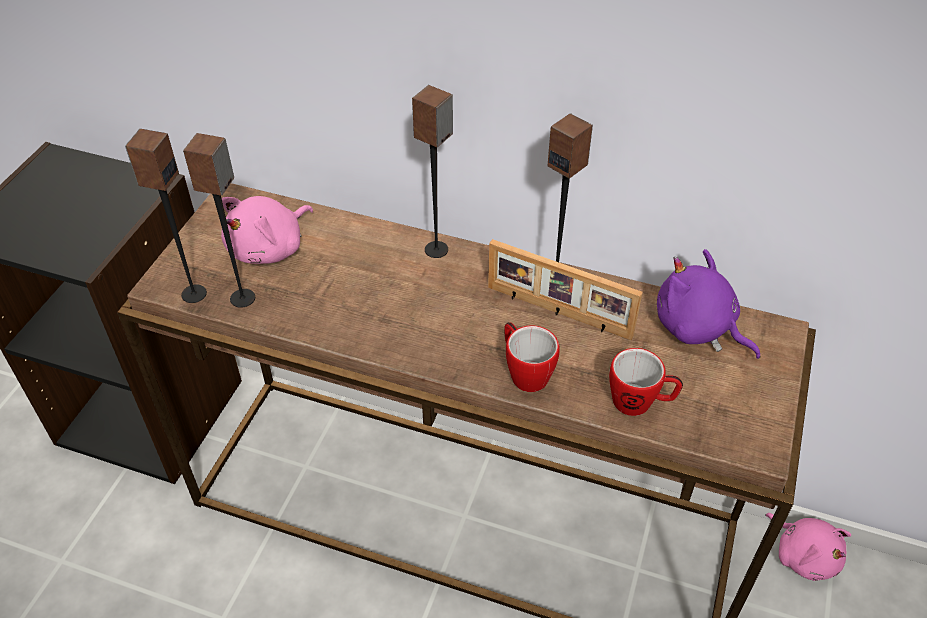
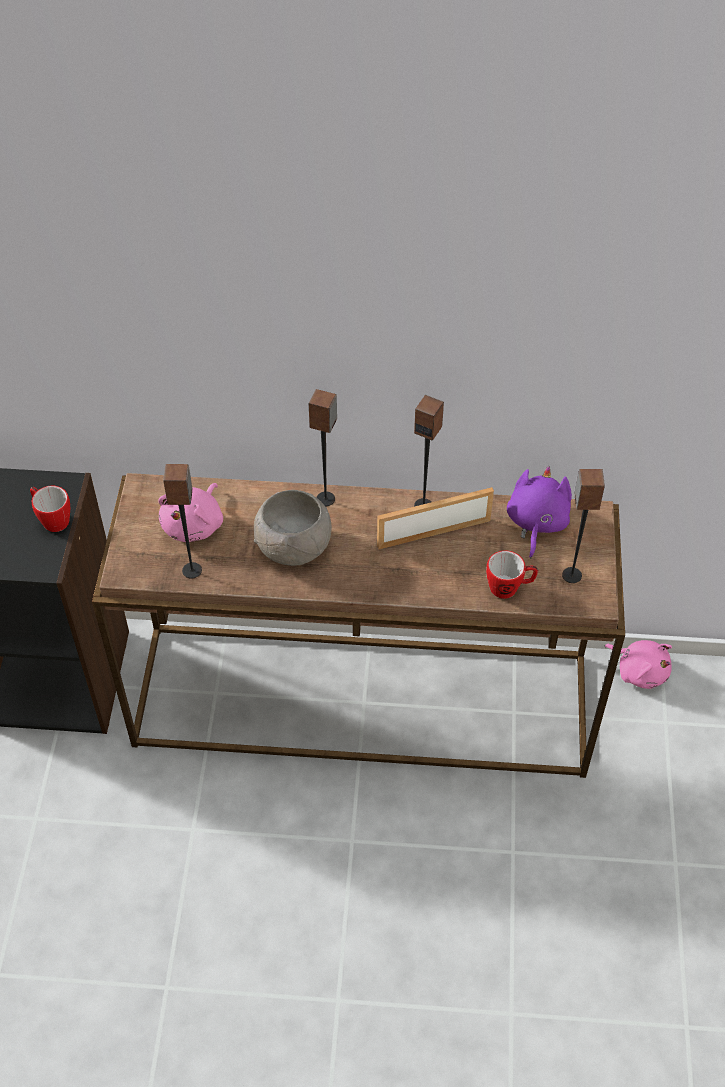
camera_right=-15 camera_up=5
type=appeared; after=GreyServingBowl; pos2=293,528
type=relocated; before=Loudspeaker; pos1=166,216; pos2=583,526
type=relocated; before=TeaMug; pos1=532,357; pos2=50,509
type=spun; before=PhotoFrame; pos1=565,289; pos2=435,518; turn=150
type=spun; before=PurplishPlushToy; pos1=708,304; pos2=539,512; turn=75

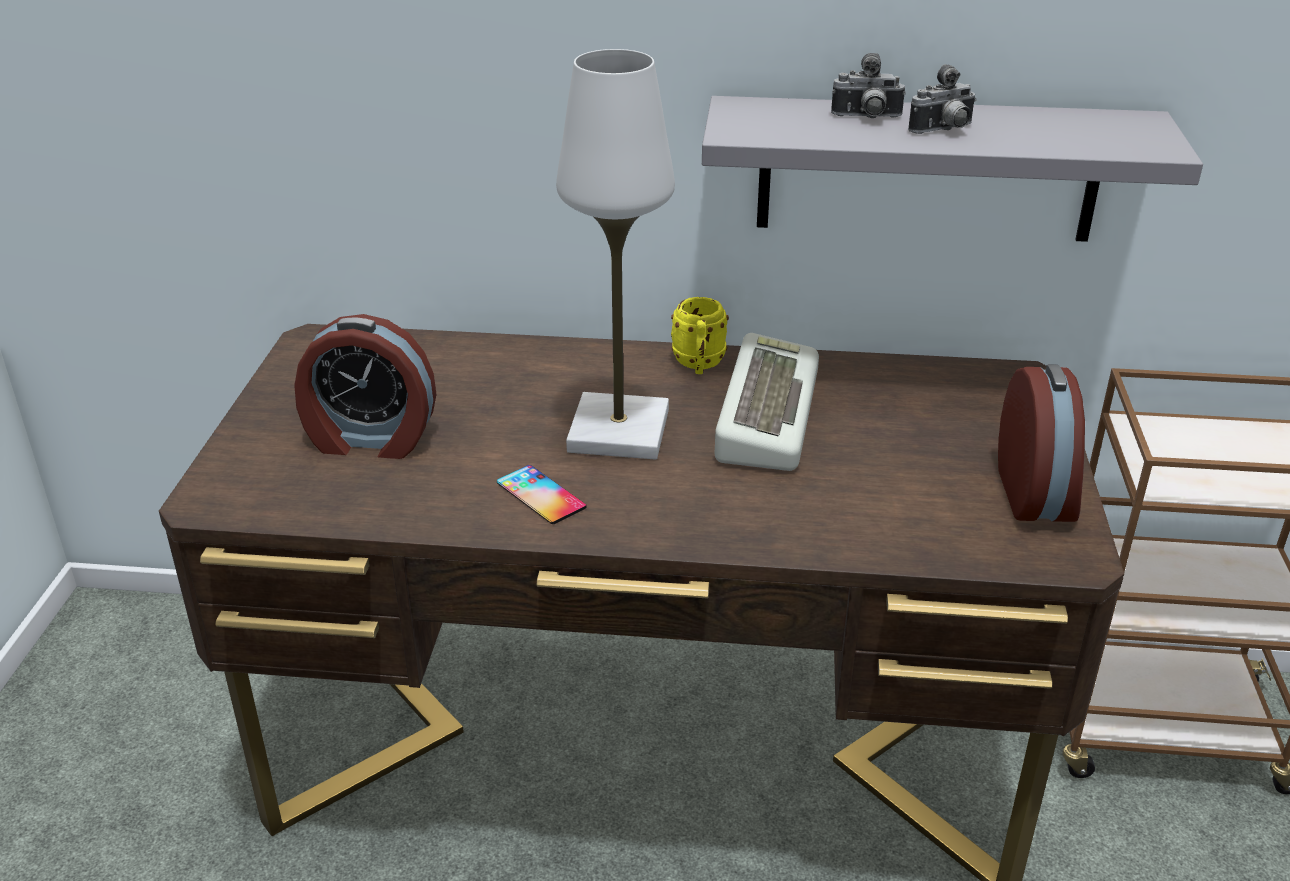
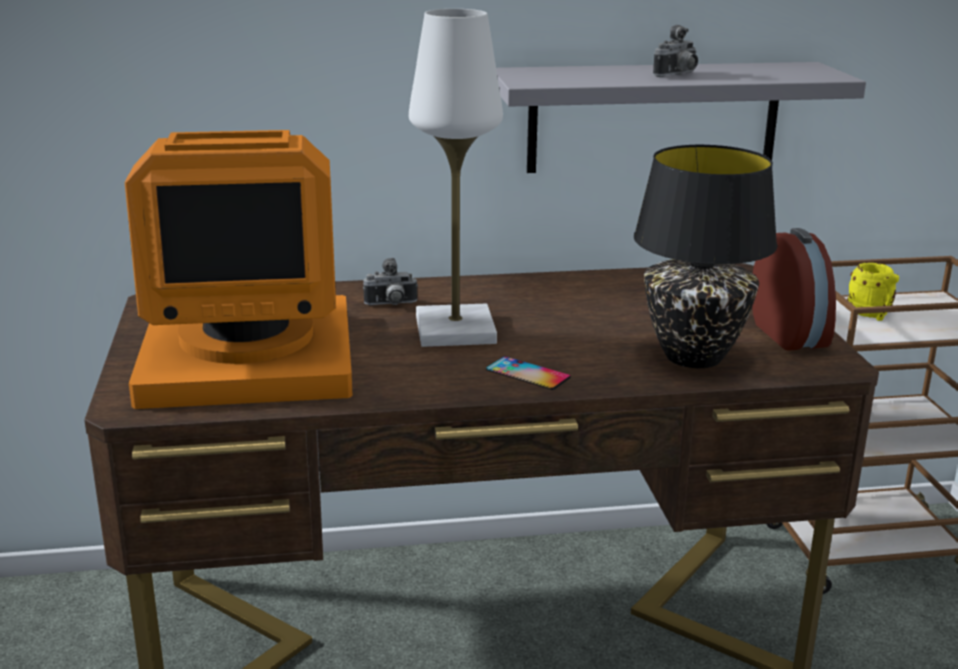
camera_right=-15 camera_up=-10
type=missing; before=ComputerKeyboard; pos1=767,402
type=appeared; after=BlackColouredTableLamp; pos2=706,256
type=relocated; before=Telephone; pos1=542,494; pos2=528,373
type=relocated; before=YellowColouredTeaMug; pos1=700,335; pos2=873,292
type=relocated; before=PhotoCamera; pos1=868,85; pos2=390,281
type=exchanged; before=BedsideClock; after=ComputerScreen; pos1=365,386; pos2=239,269

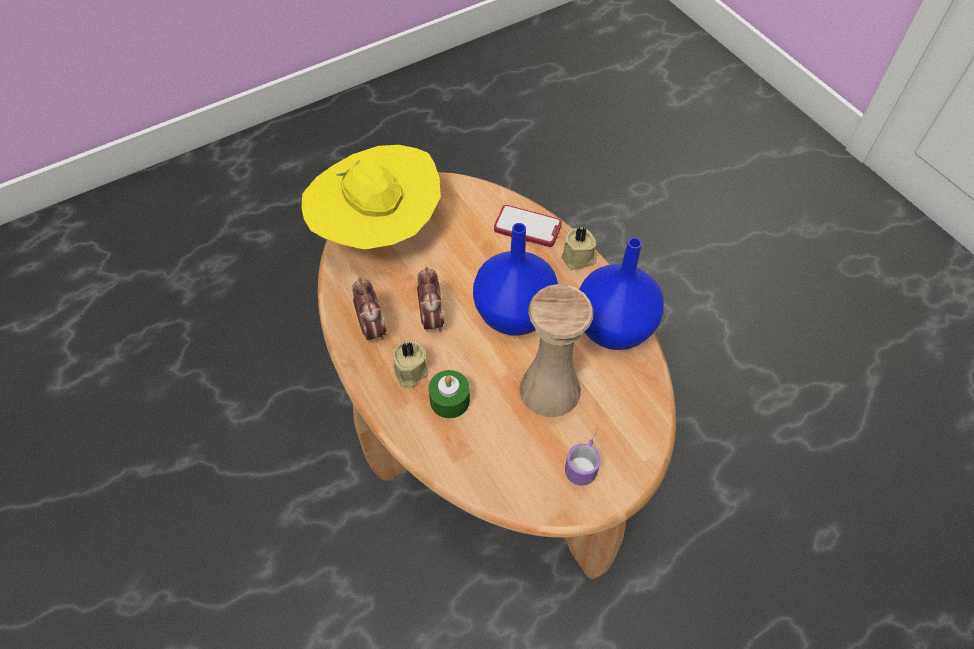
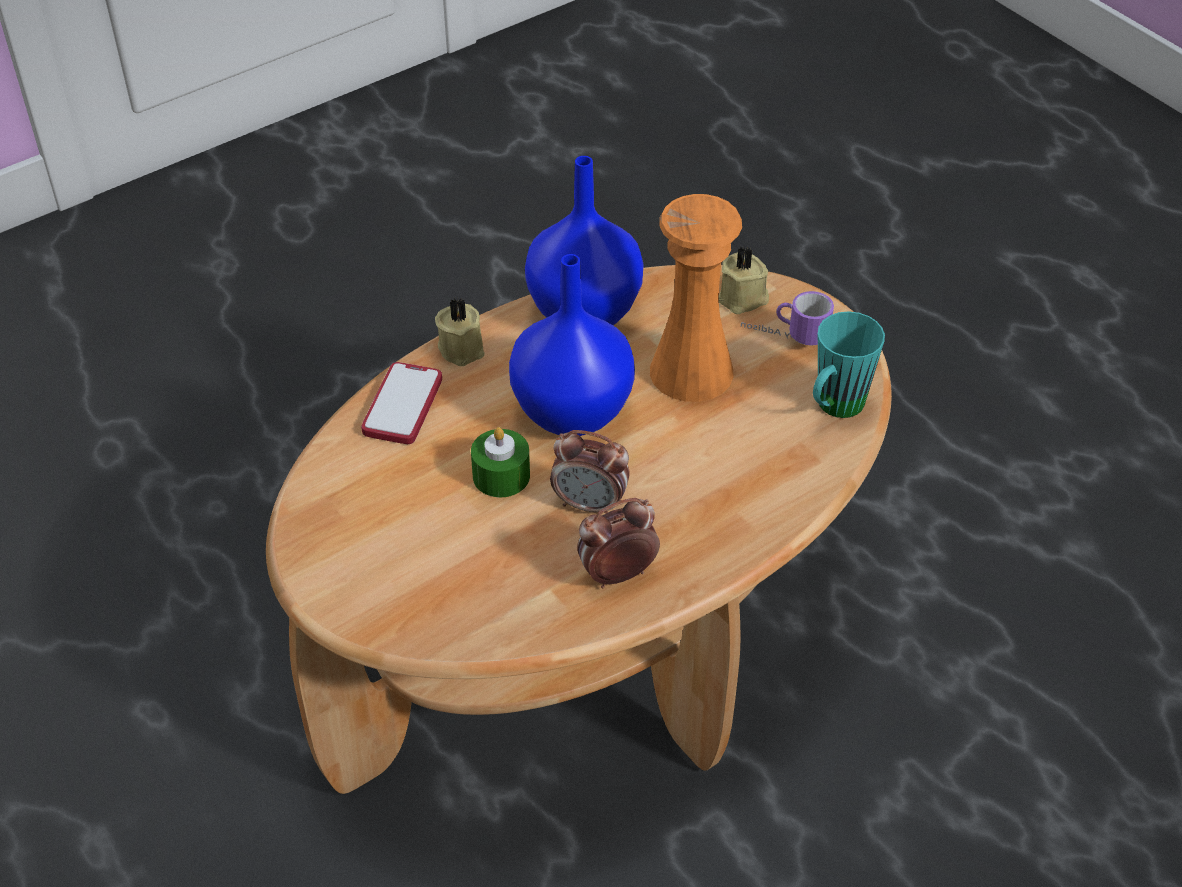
camera_right=-95 camera_up=-10
type=missing; before=YellowColouredClothingHat; pos1=371,197
type=appeared; after=BlueGreenTeaMug; pos2=849,364
type=relocated; before=SandColouredWaxLight; pos1=410,364; pos2=744,280
type=relocated; before=GreenWaxLight; pos1=449,394; pos2=500,462
type=colour; before=SandColouredVase; after=OrangeVase; pos1=556,350; pos2=696,298
type=spun; before=BedsideClock; pos1=430,299; pos2=590,472; turn=-150

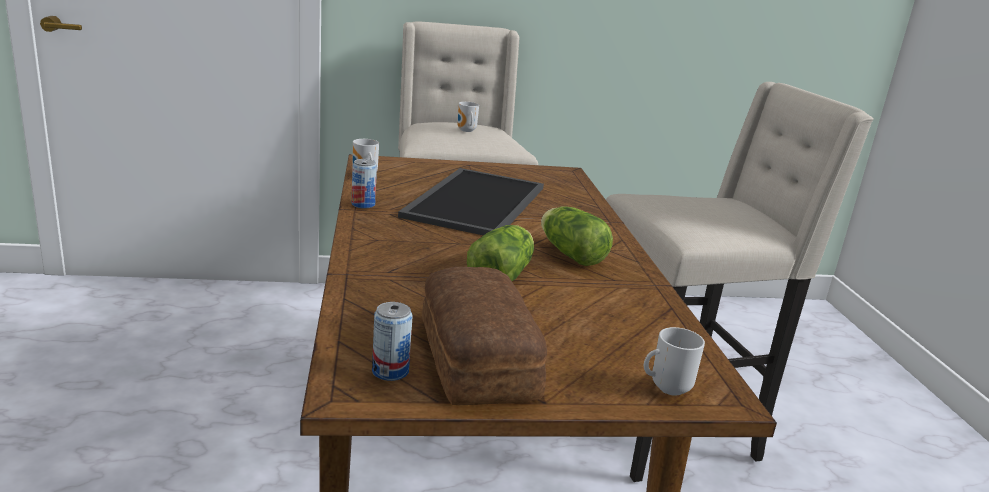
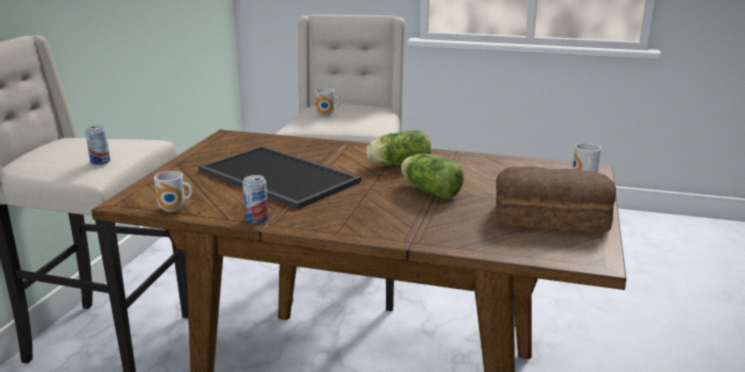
camera_right=-65 camera_up=0
type=relocated; before=Can; pos1=392,341; pos2=97,145
type=relocated; before=TeaMug; pos1=468,117; pos2=327,102

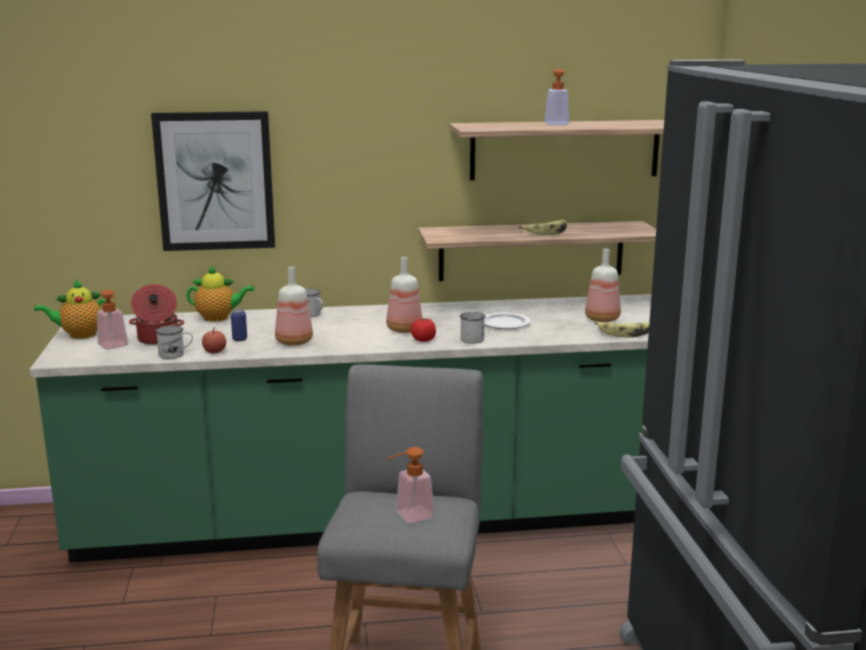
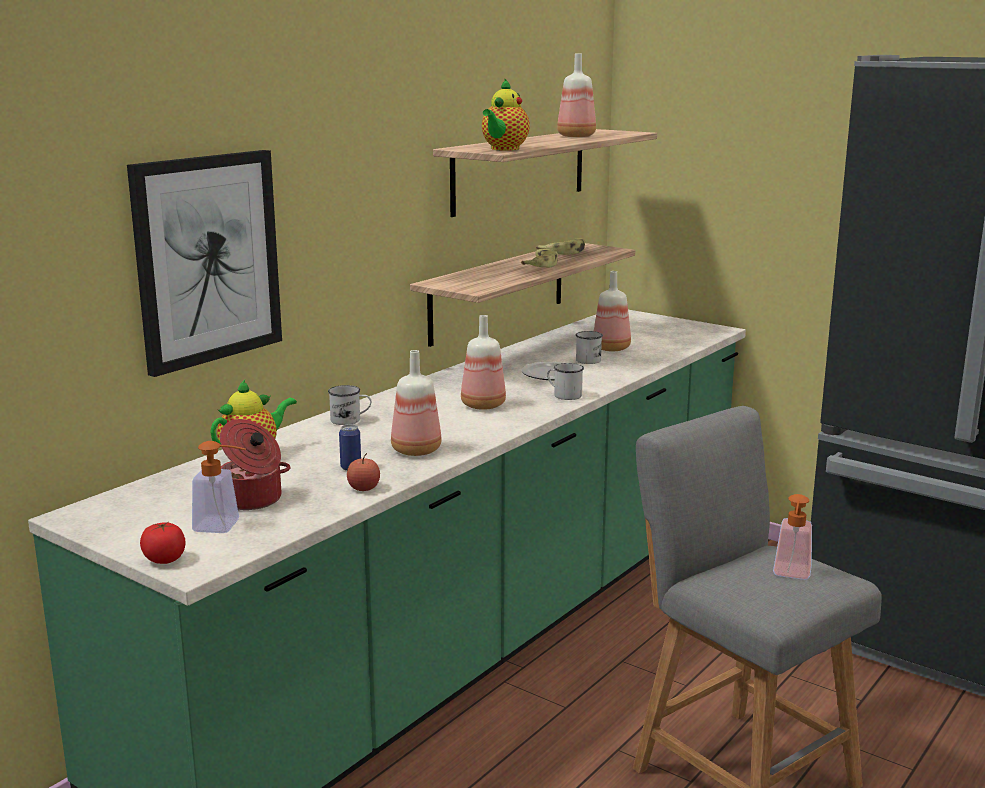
camera_right=-45 camera_up=0
type=missing; before=SoapDispenser; pos1=557,97
type=appeared; after=Bottle; pos2=576,95
type=relocated; before=PotForTea; pos1=70,309; pos2=506,115
type=relocated; before=WhiteTeaMug; pos1=174,342; pos2=589,347
type=relocated; before=FreshTomato; pos1=423,330; pos2=163,543
type=relocated; before=BananaFruit; pos1=622,329; pos2=560,246

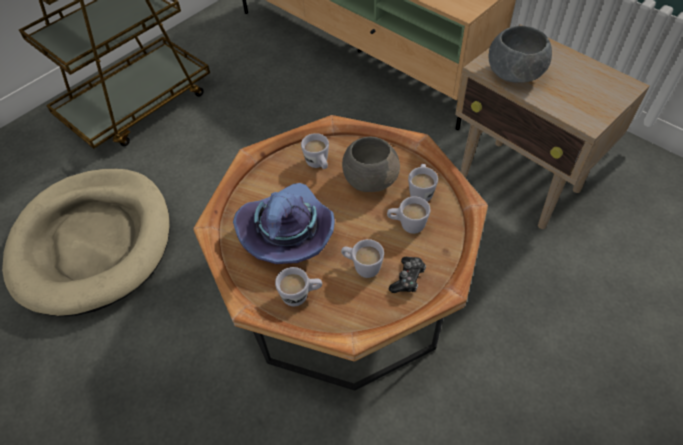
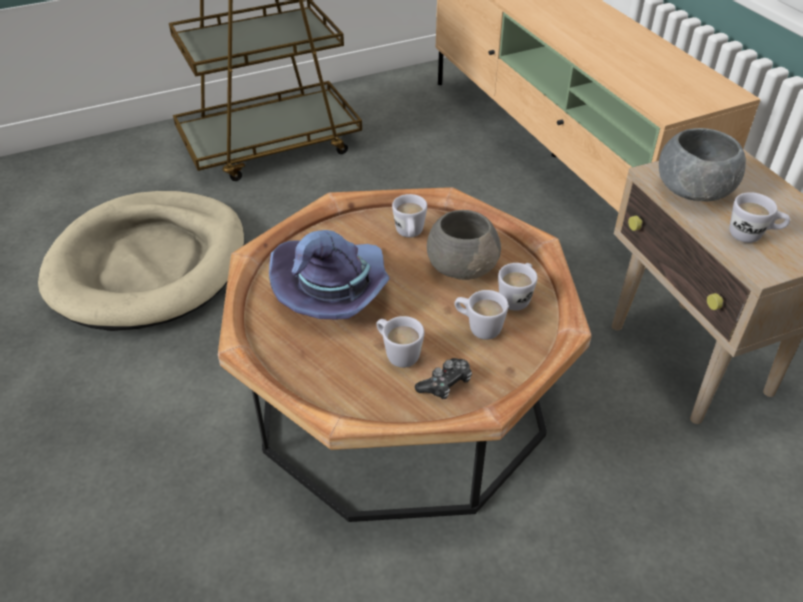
camera_right=20 camera_up=-10
type=relocated; before=WhiteTeaMug; pos1=298,286; pos2=759,217

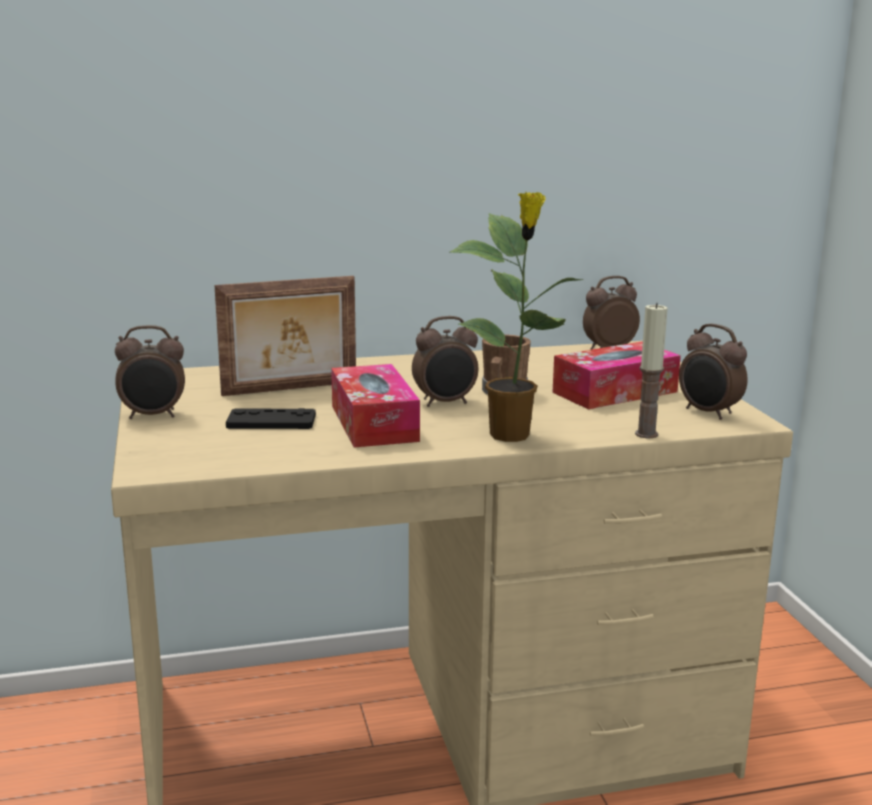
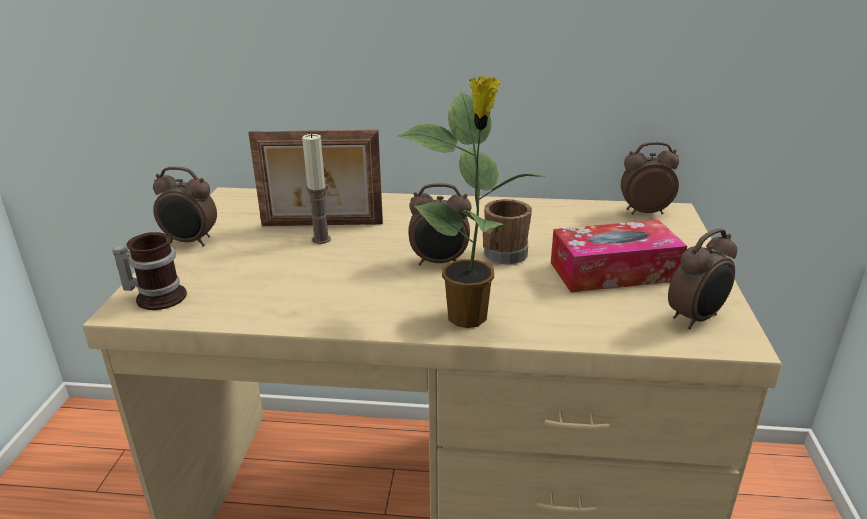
camera_right=20 camera_up=10
type=missing; before=BlackColouredGameController; pos1=271,418
type=missing; before=BoxOfTissues; pos1=375,405
type=appeared; after=TeaMug; pos2=149,271
type=relocated; before=WaxLight; pos1=651,370; pos2=316,188
type=spun; before=BedsideClock; pos1=713,372; pos2=702,279; turn=-105

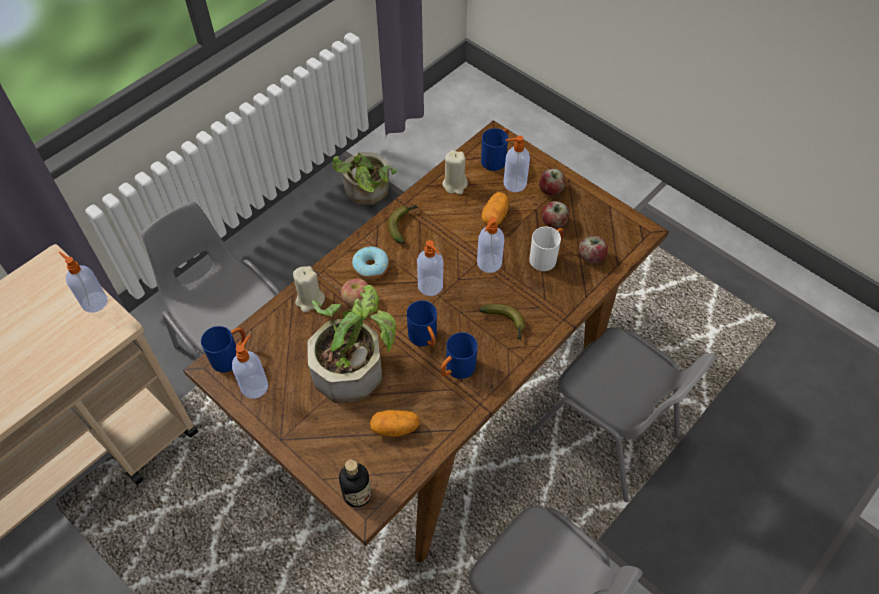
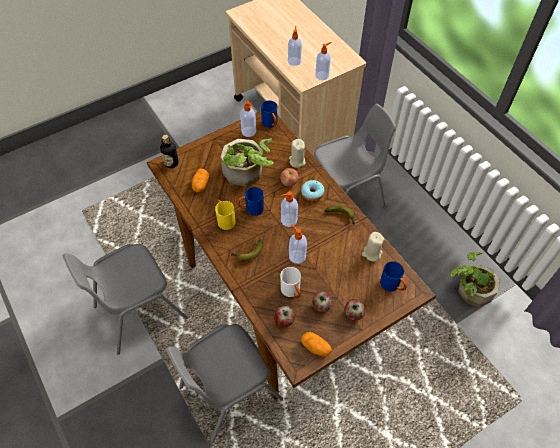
camera_right=105 camera_up=0
type=relocated; before=Spud; pos1=495,208; pos2=316,344
type=relocated; before=SoapDispenser; pos1=517,164; pos2=295,46
type=colour; before=BlueColouredTeaMug; after=YellowColouredTeaMug; pos1=459,355; pos2=225,214

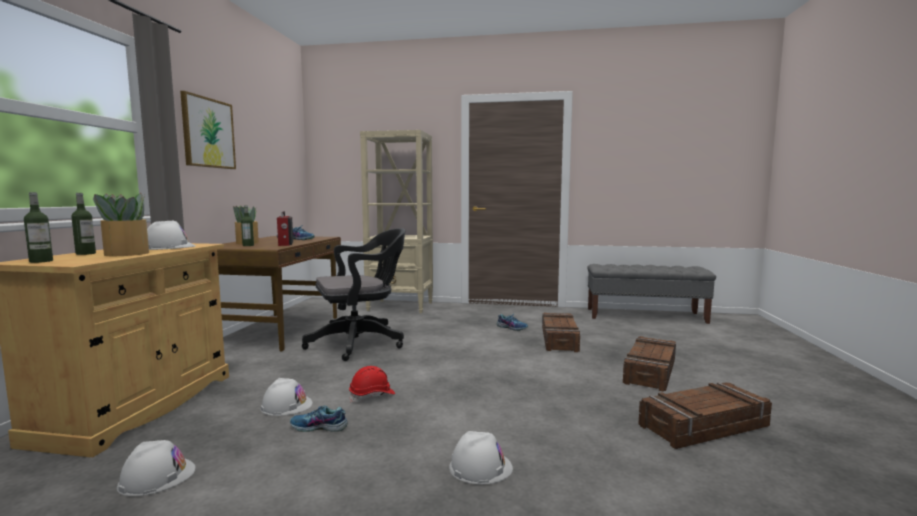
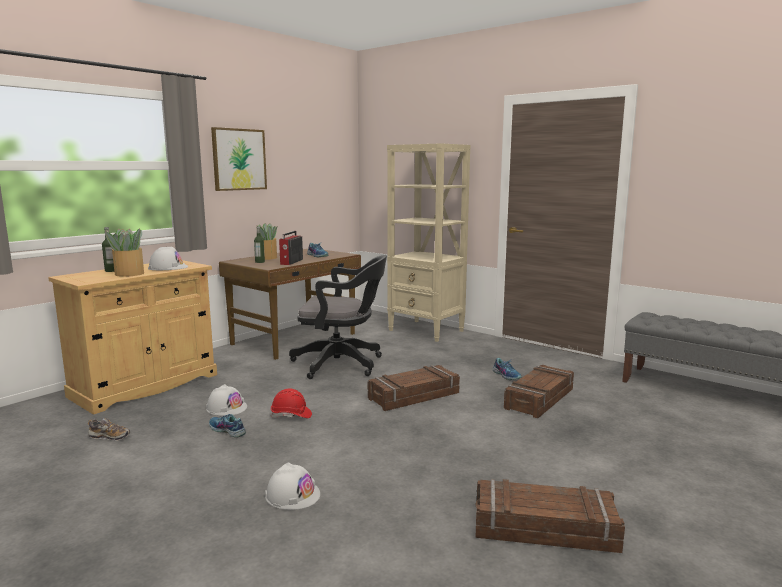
camera_right=30 camera_up=5
type=missing; before=Bottle; pos1=38,227
type=relocated; before=PackingCrate; pos1=649,364; pos2=414,388
type=exchanged; before=WhiteWorkHelmet; after=ItemOfFootwear; pos1=156,468; pos2=109,429

